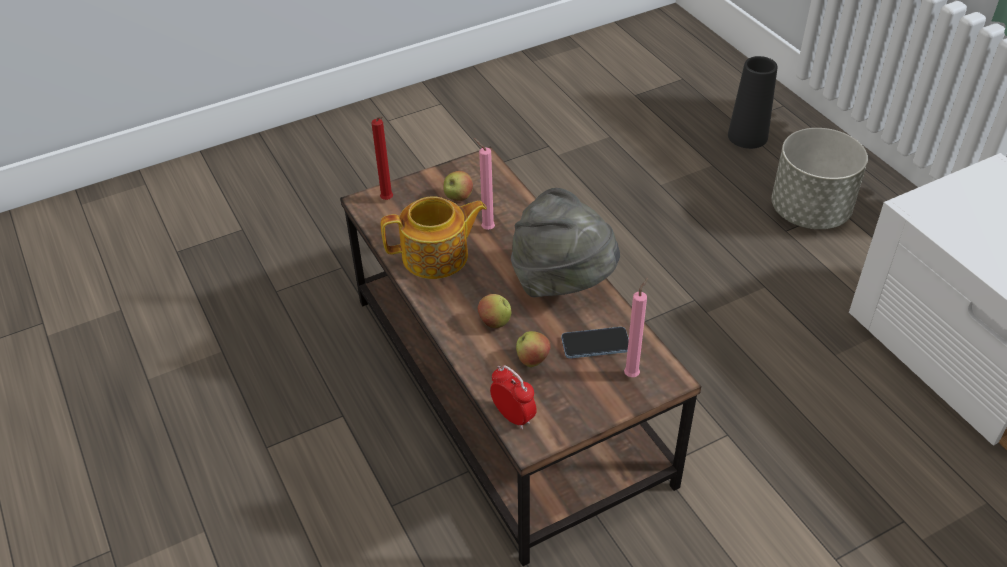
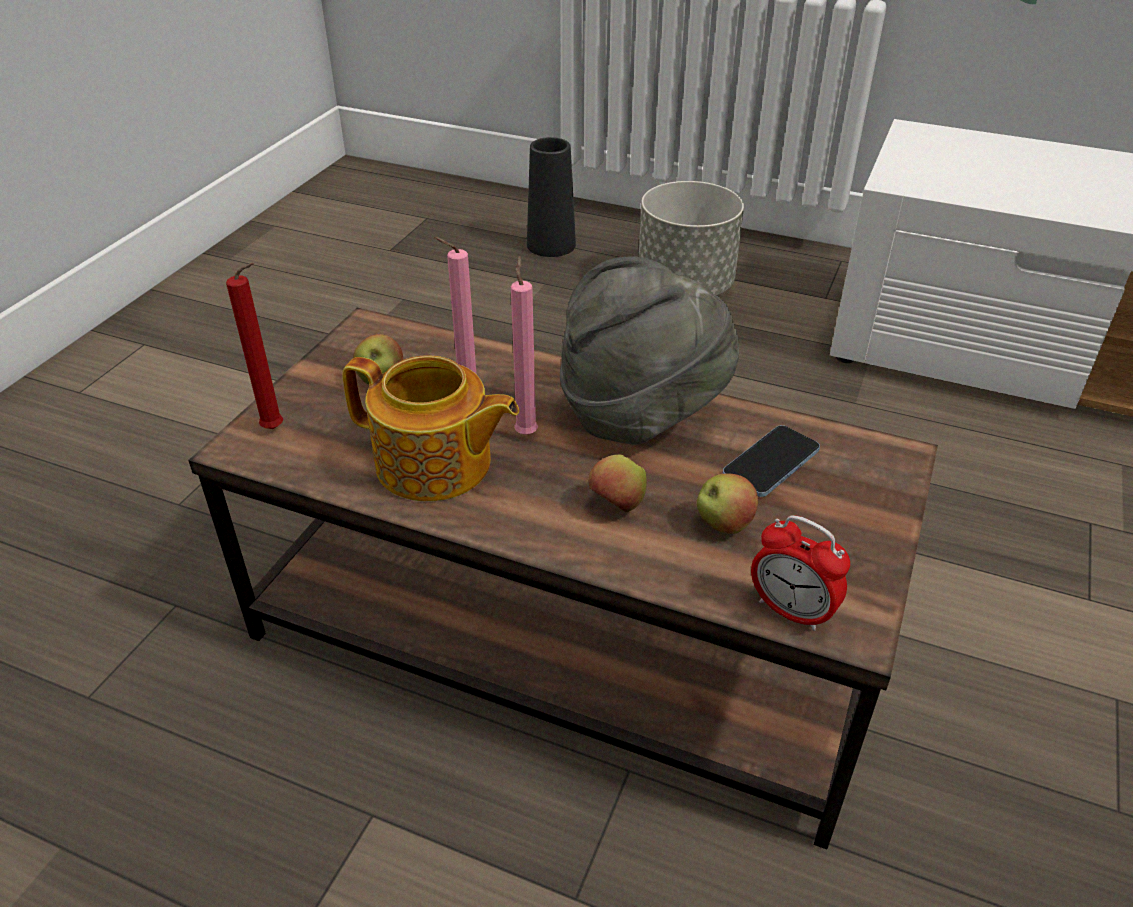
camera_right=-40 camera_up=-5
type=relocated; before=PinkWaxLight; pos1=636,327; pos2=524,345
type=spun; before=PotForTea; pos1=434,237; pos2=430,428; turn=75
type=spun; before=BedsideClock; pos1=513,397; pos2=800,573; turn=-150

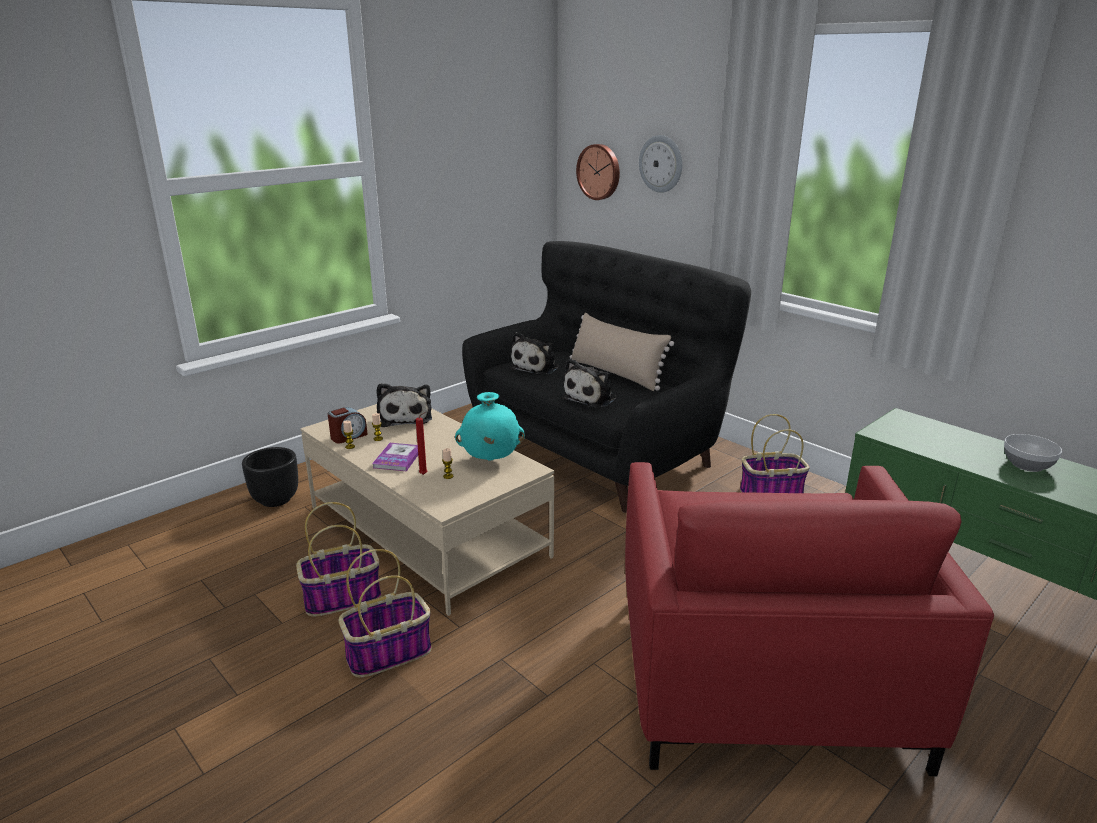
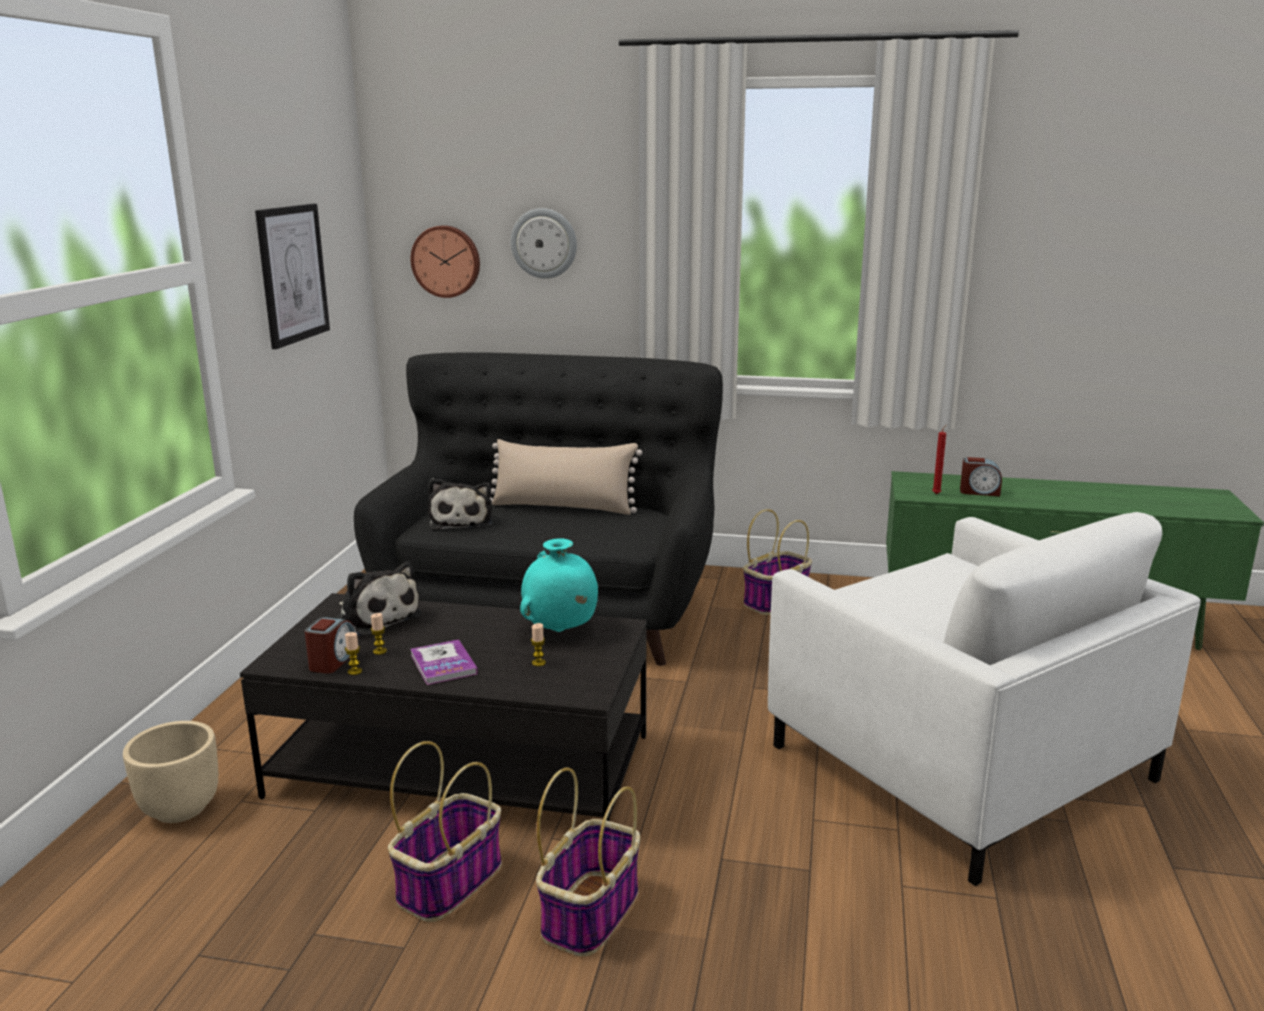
camera_right=-35 camera_up=-5
type=missing; before=PlushToy; pos1=588,383
type=missing; before=ServingBowl; pos1=1033,453
type=appeared; after=WallPicture; pos2=292,276
type=appeared; after=BedsideClock; pos2=981,476
type=relocated; before=RedColouredWaxLight; pos1=421,443; pos2=939,459
type=colour; before=BlackColouredFlowerPot; after=SandColouredFlowerPot; pos1=270,477; pos2=170,772
type=colour; before=SandColouredLowTable; after=BlackColouredLowTable; pos1=427,510; pos2=443,707
type=colour; before=RedColouredArmchair; after=WhiteArmchair; pos1=809,619; pos2=984,699

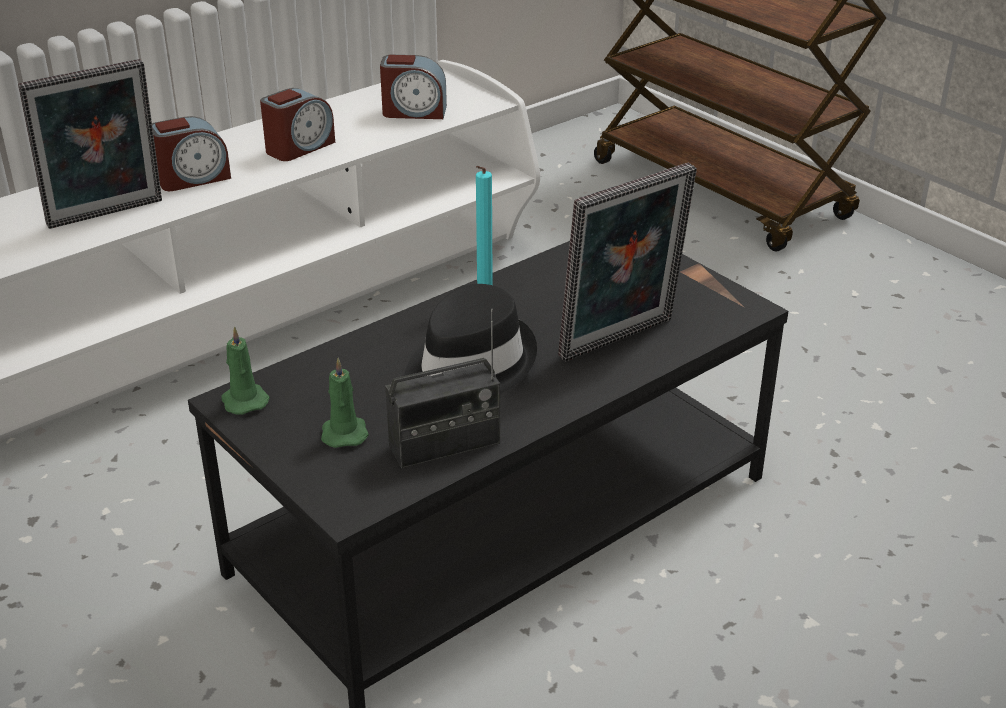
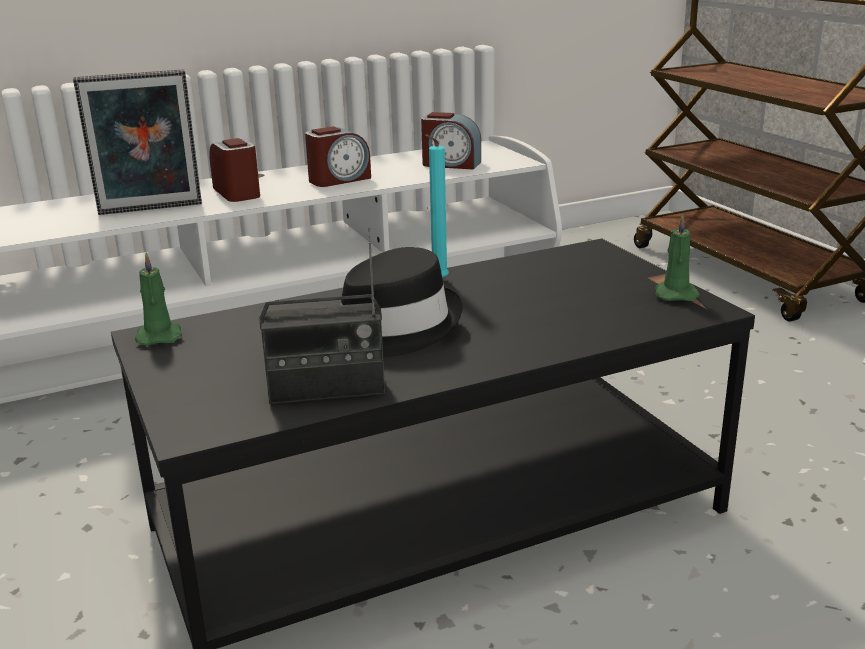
camera_right=15 camera_up=-10
type=missing; before=PhotoFrame; pos1=627,261
type=relocated; before=GreenWaxLight; pos1=345,403; pos2=677,257
type=spun; before=BedsideClock; pos1=191,153; pos2=234,170; turn=-105

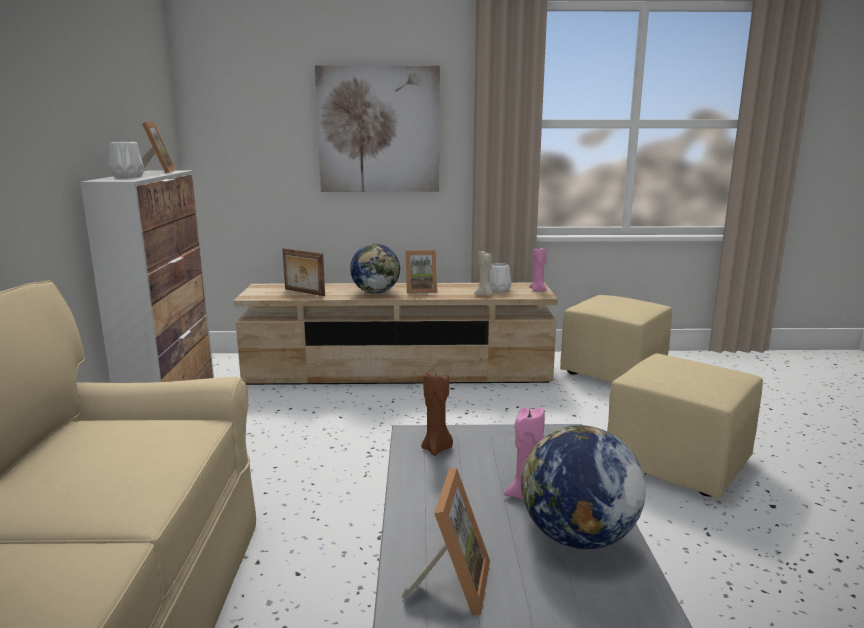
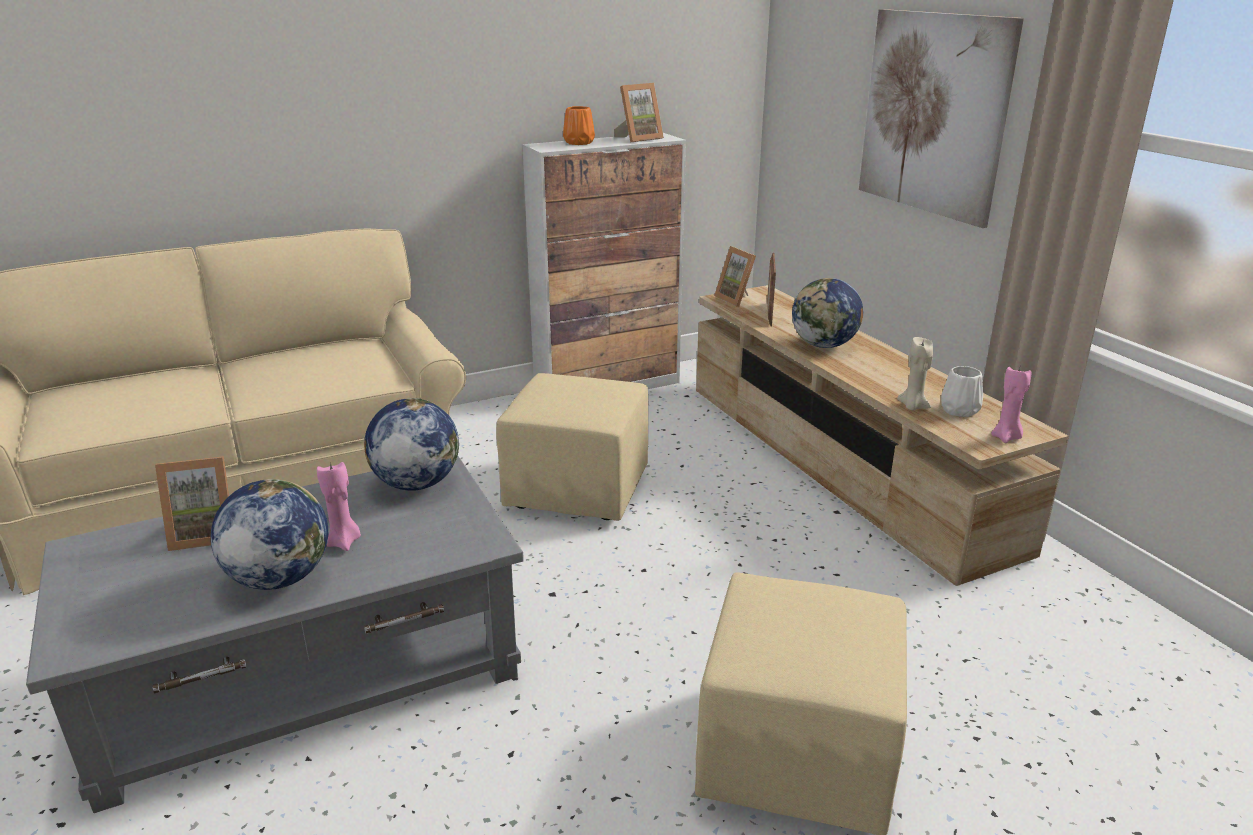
camera_right=65 camera_up=10
type=relocated; before=PhotoFrame; pos1=421,272; pos2=735,276
type=relocated; before=SandColouredPouffe; pos1=616,338; pos2=572,447
type=exchanged; before=BrownWaxLight; after=Globe; pos1=437,413; pos2=411,444
type=colour; before=WhiteVase; after=OrangeVase; pos1=126,160; pos2=579,125

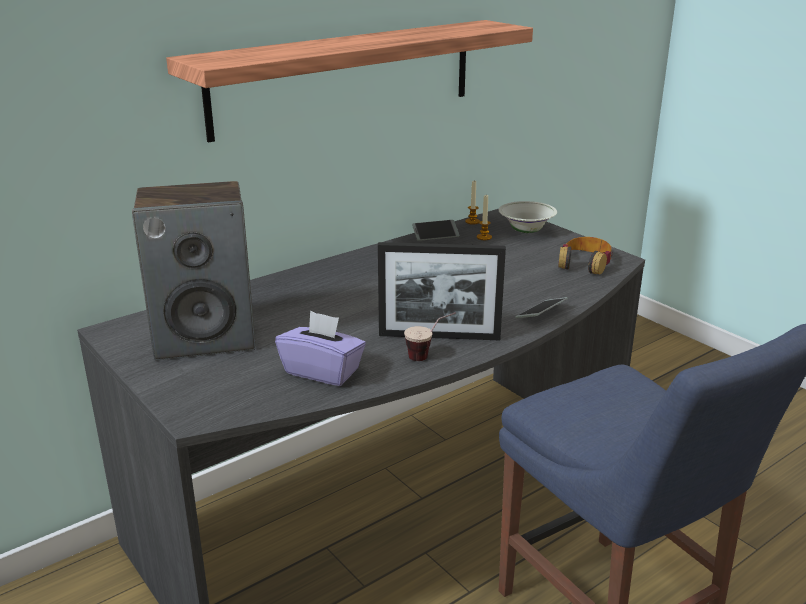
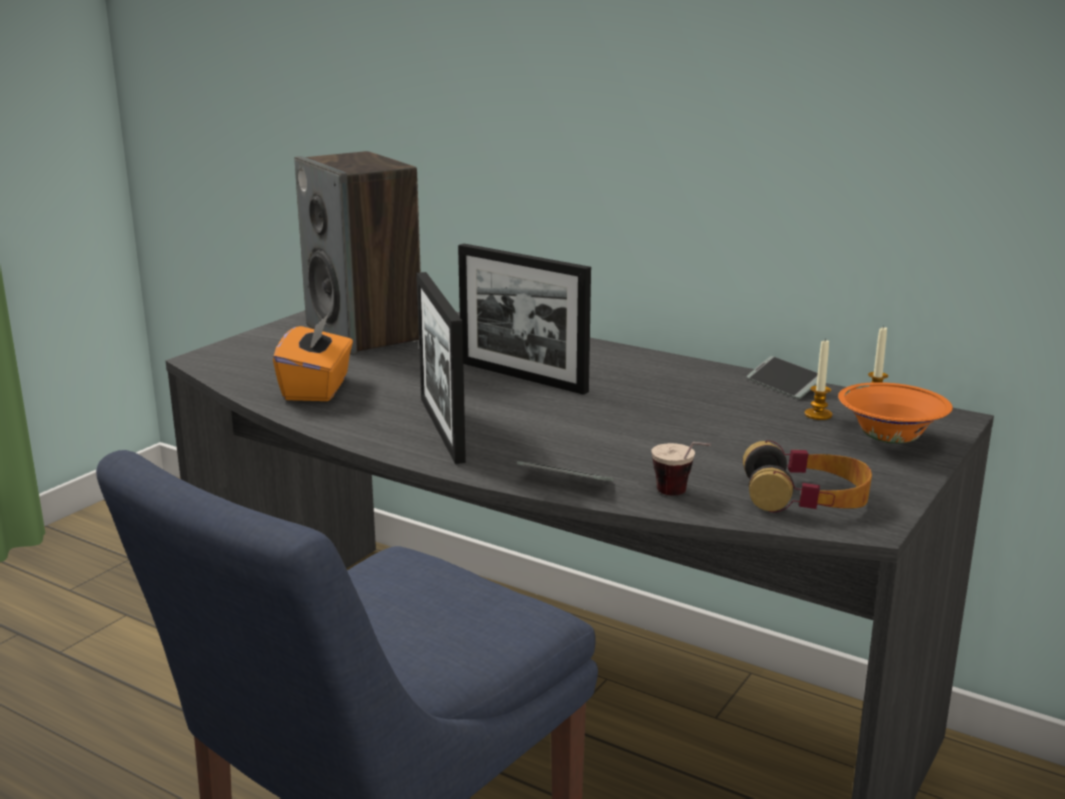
camera_right=70 camera_up=-5
type=missing; before=BracketShelf; pos1=349,81
type=appeared; after=PhotoFrame; pos2=524,319
type=relocated; before=SmallCup; pos1=430,336; pos2=681,468
type=colour; before=PurplishBoxOfTissues; after=OrangeBoxOfTissues; pos1=320,348; pos2=313,357
type=colour; before=WhiteServingBowl; after=OrangeServingBowl; pos1=528,217; pos2=895,412

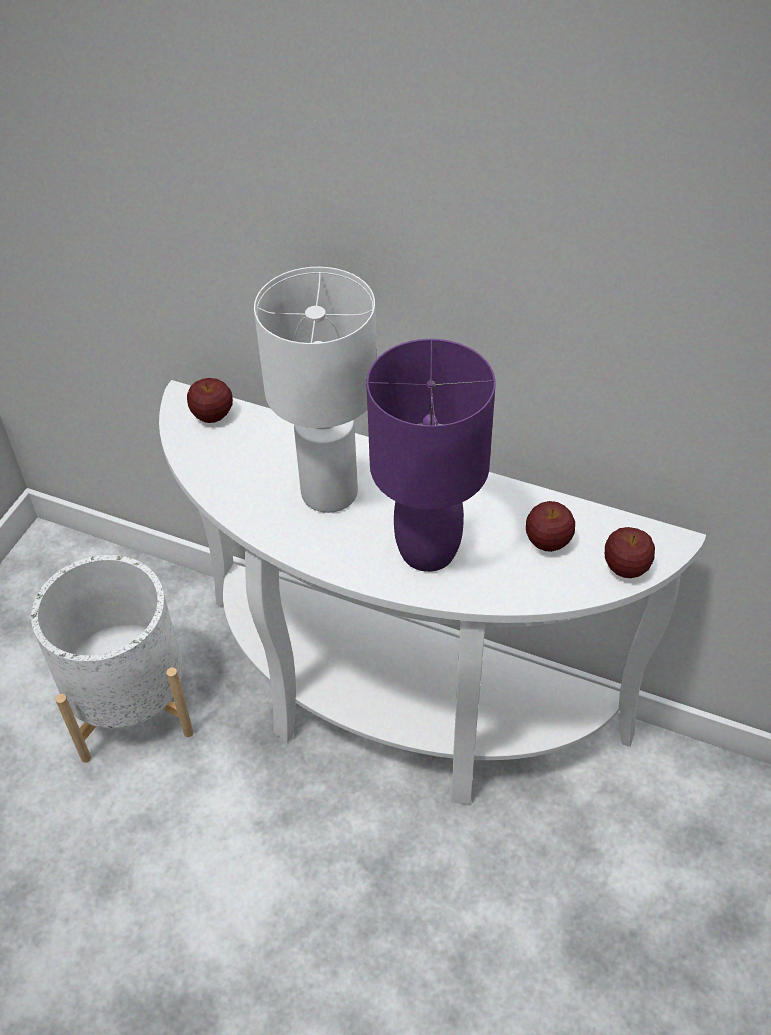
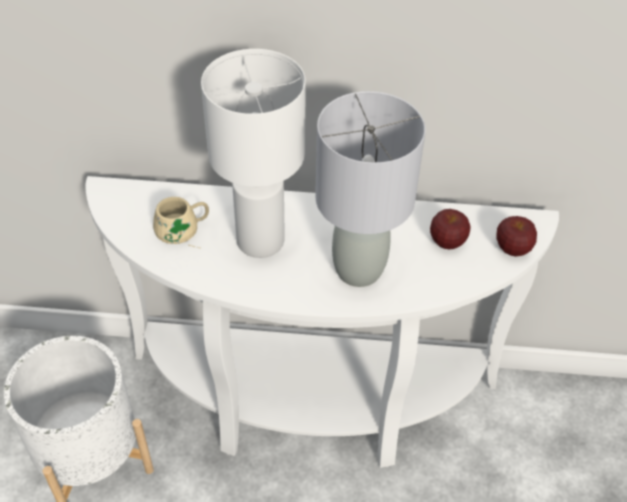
camera_right=-20 camera_up=0
type=missing; before=AppleFruit; pos1=210,400
type=appeared; after=SandColouredTeaMug; pos2=181,223
type=colour; before=PurplishTableLamp; after=GreyTableLamp; pos1=431,455; pos2=370,189

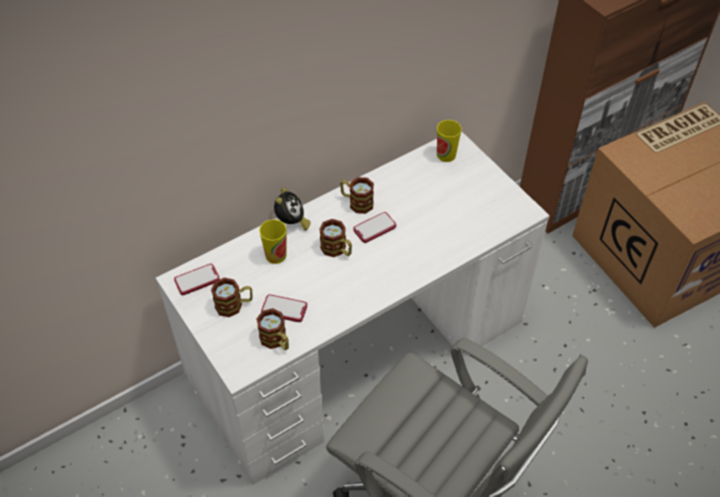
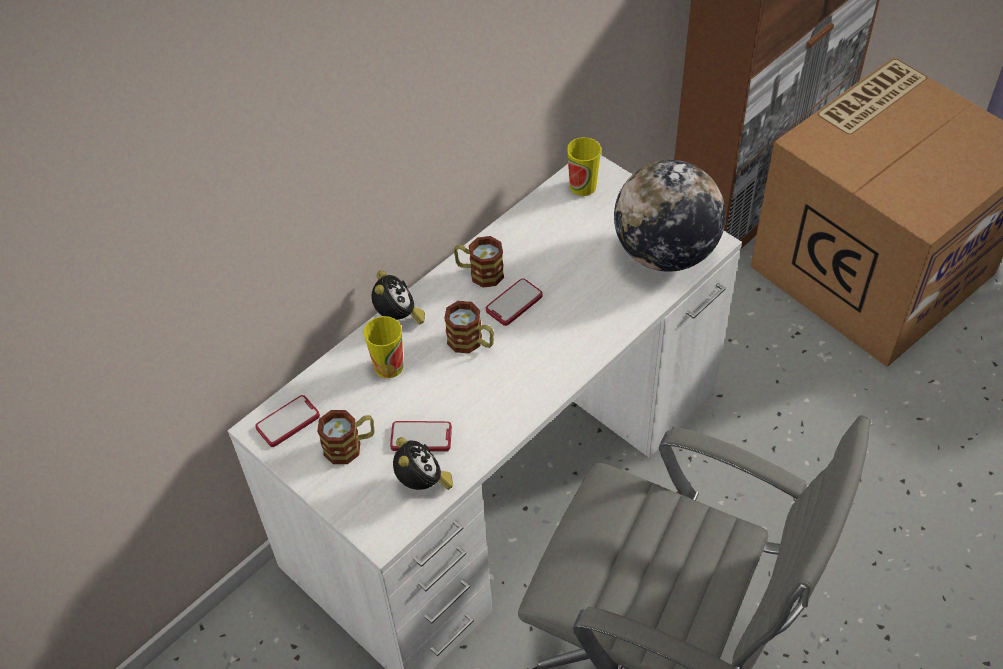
camera_right=-10 camera_up=0
type=appeared; after=Globe; pos2=670,216
type=exchanged; before=TeaMug; after=BedsideClock; pos1=272,329; pos2=423,463

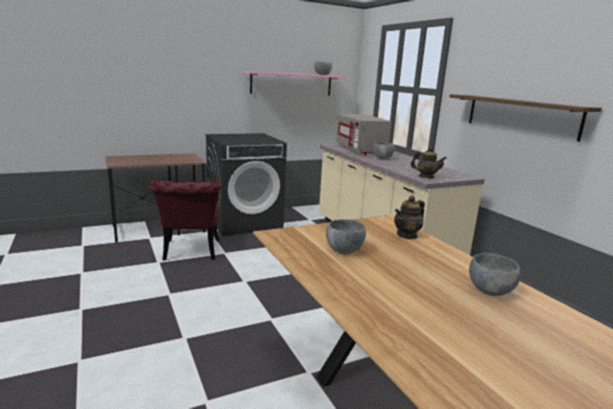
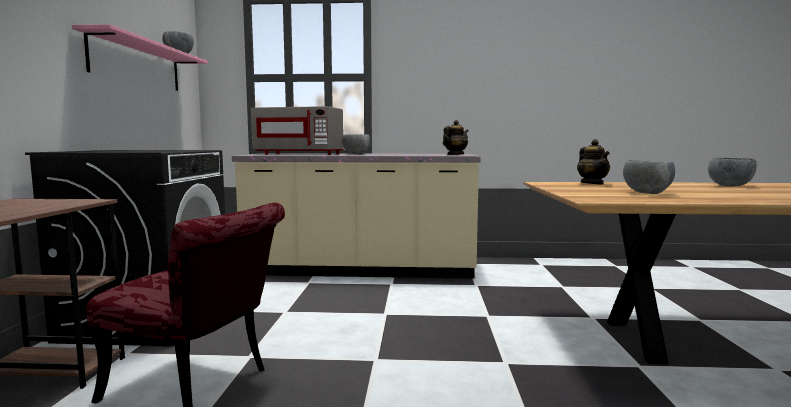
camera_right=-60 camera_up=-10
type=missing; before=BracketShelf; pos1=525,118

